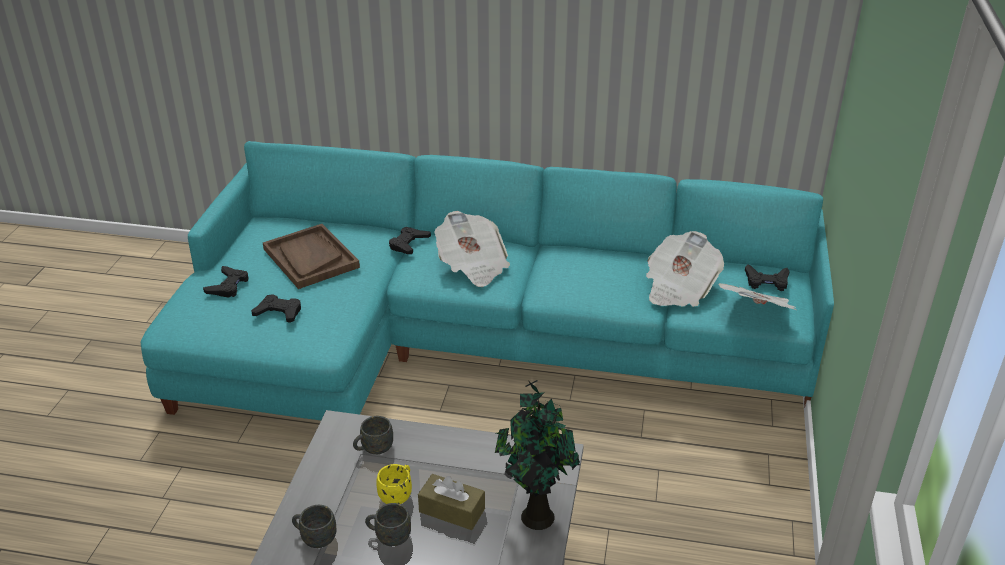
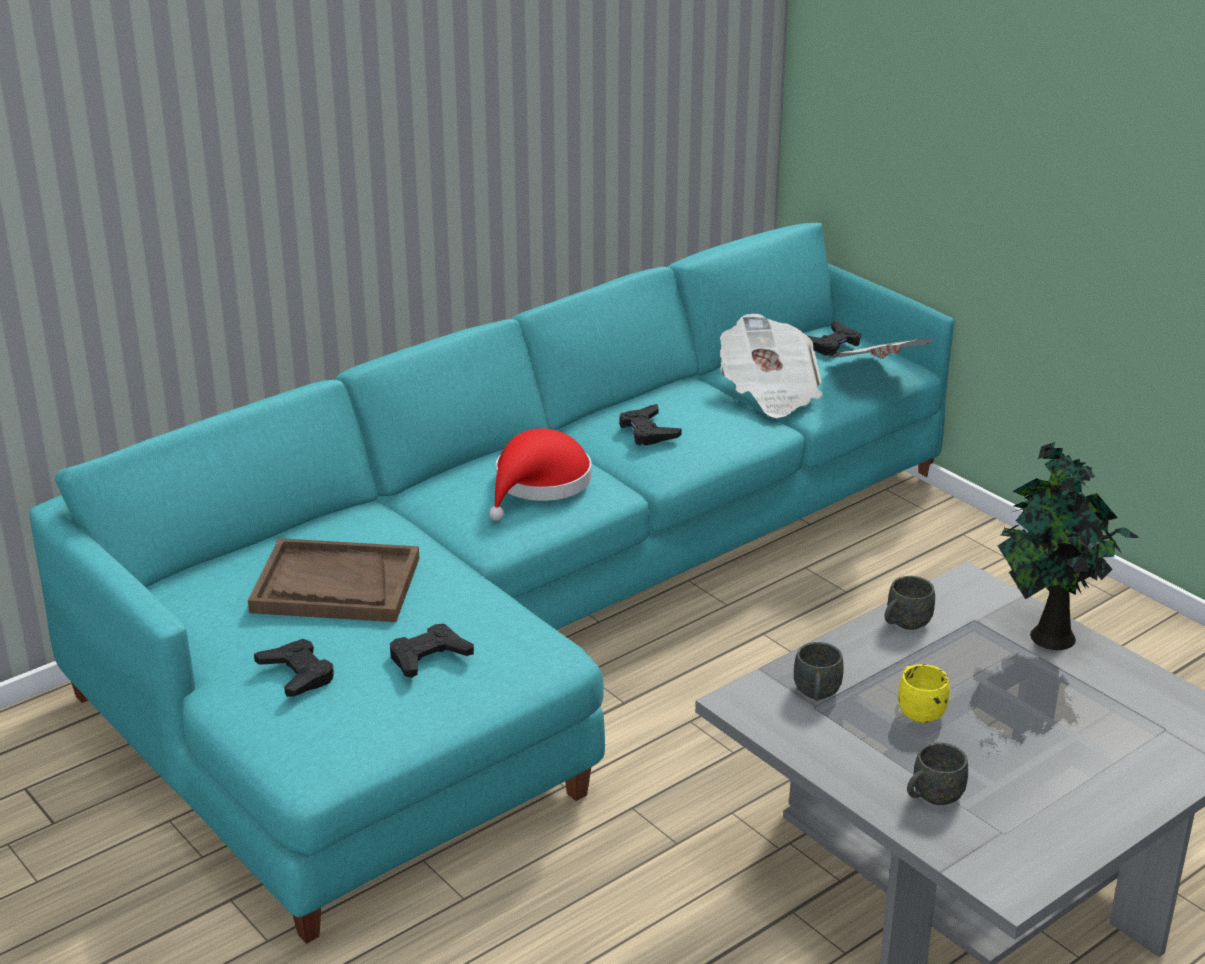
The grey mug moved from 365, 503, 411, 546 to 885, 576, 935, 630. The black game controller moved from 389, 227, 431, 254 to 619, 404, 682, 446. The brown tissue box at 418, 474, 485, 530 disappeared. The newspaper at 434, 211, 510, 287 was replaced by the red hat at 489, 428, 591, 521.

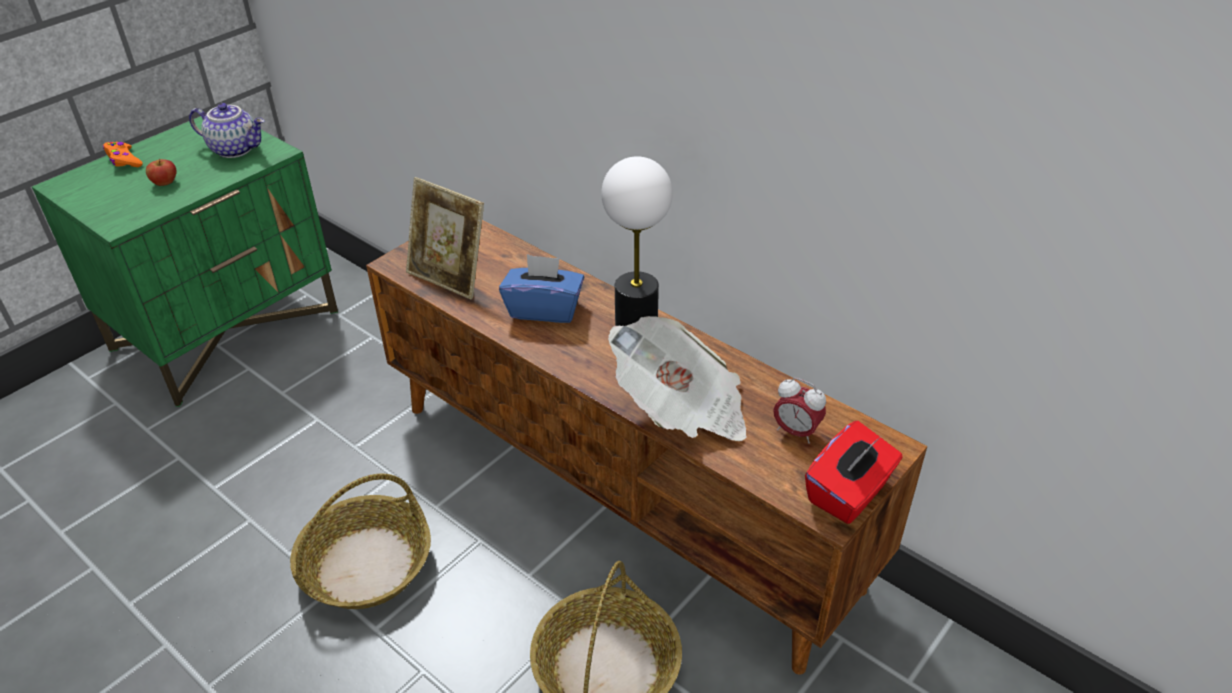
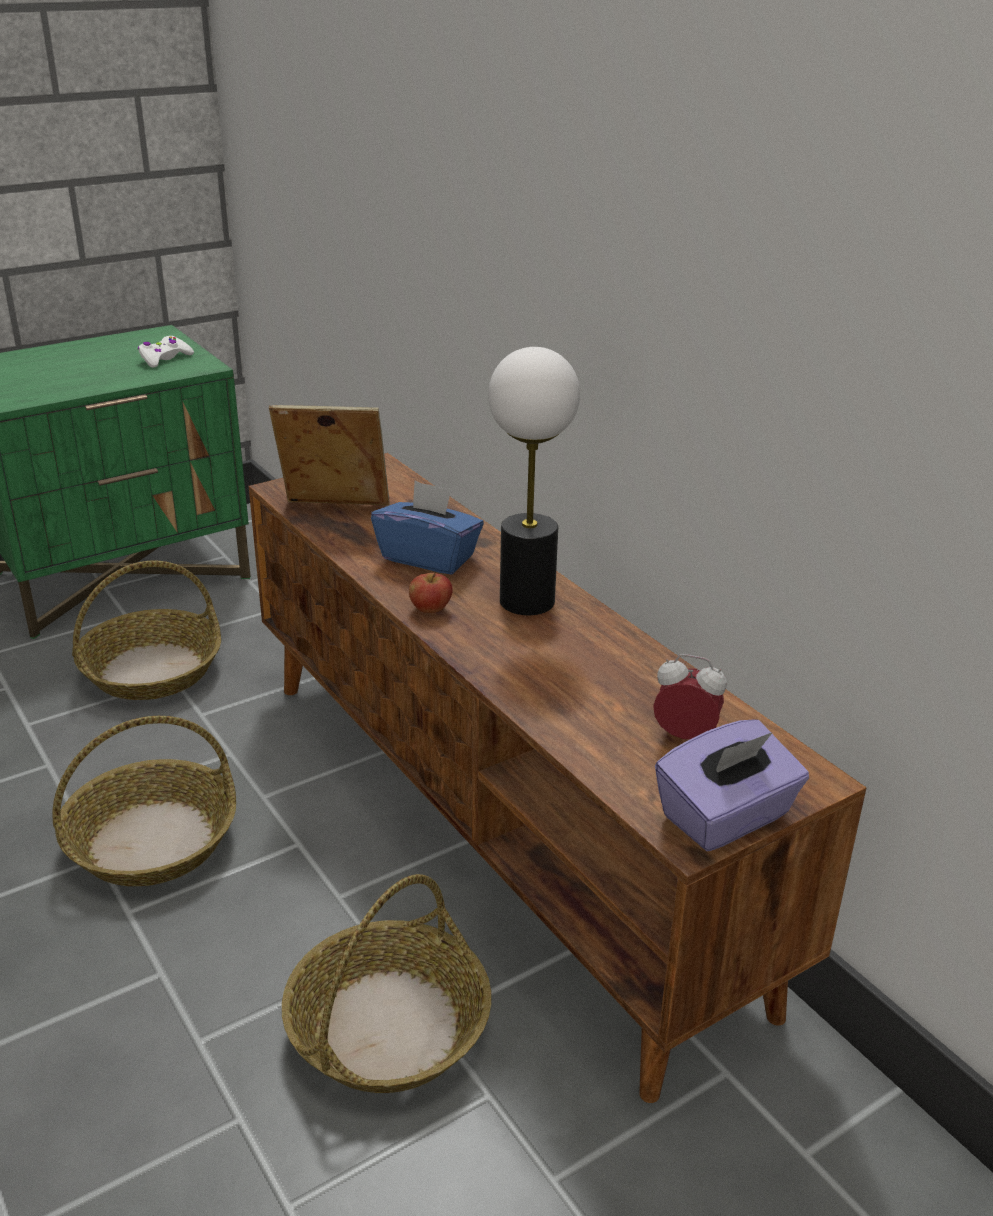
The orange game controller at 103, 142, 143, 167 disappeared. The apple moved from 146, 159, 177, 186 to 409, 572, 453, 613. The teapot at 189, 103, 265, 158 was replaced by the white game controller at 138, 336, 194, 368. The picture frame at 406, 177, 484, 300 turned 135 degrees clockwise. The newspaper at 608, 316, 747, 441 disappeared. The alarm clock at 773, 378, 826, 444 turned 150 degrees clockwise. The red tissue box at 805, 421, 903, 524 became the purple tissue box at 655, 719, 809, 851. The basket at 72, 561, 221, 700 appeared.

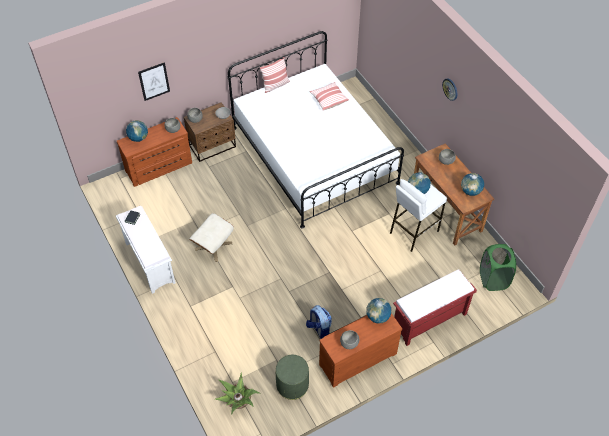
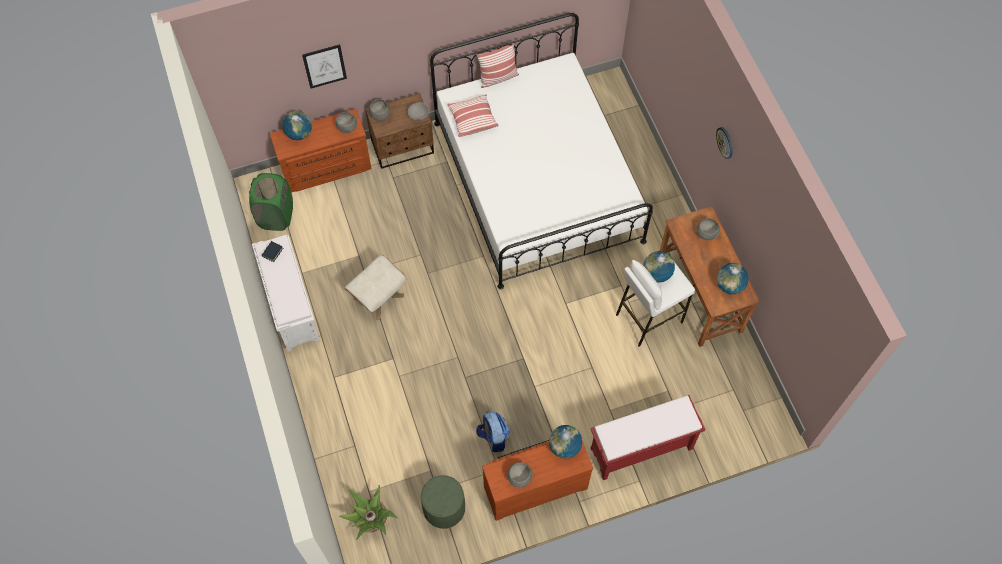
The pillow moved from 310, 82, 349, 111 to 447, 94, 499, 137. The green laundry basket moved from 480, 244, 516, 291 to 249, 173, 293, 231.

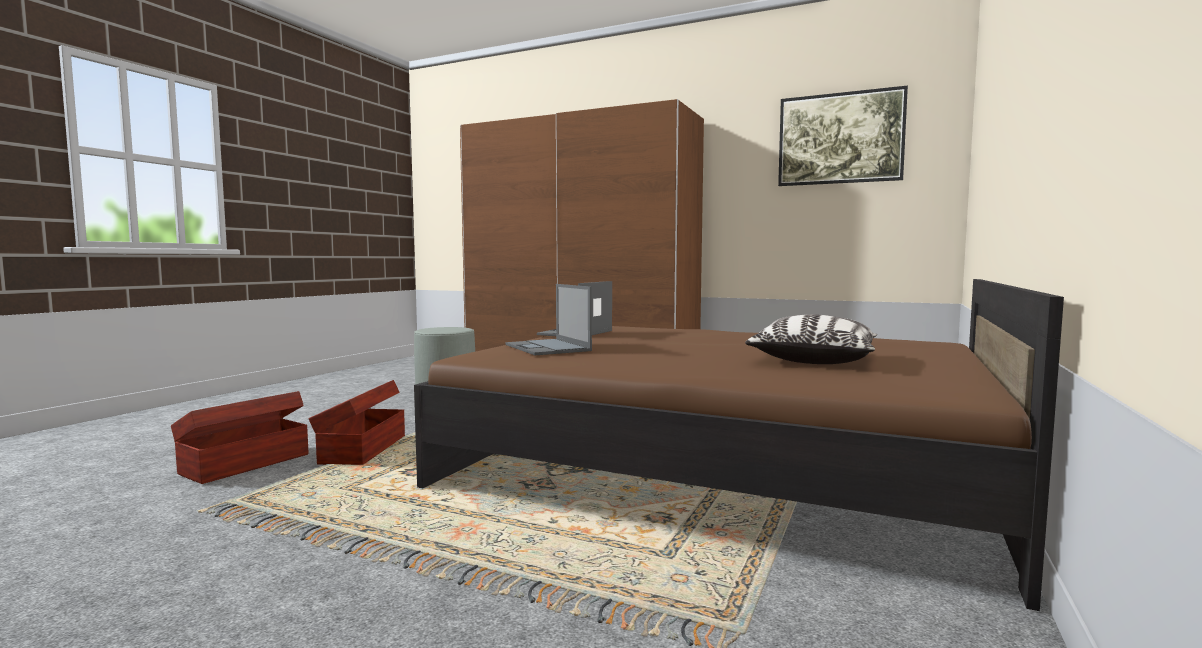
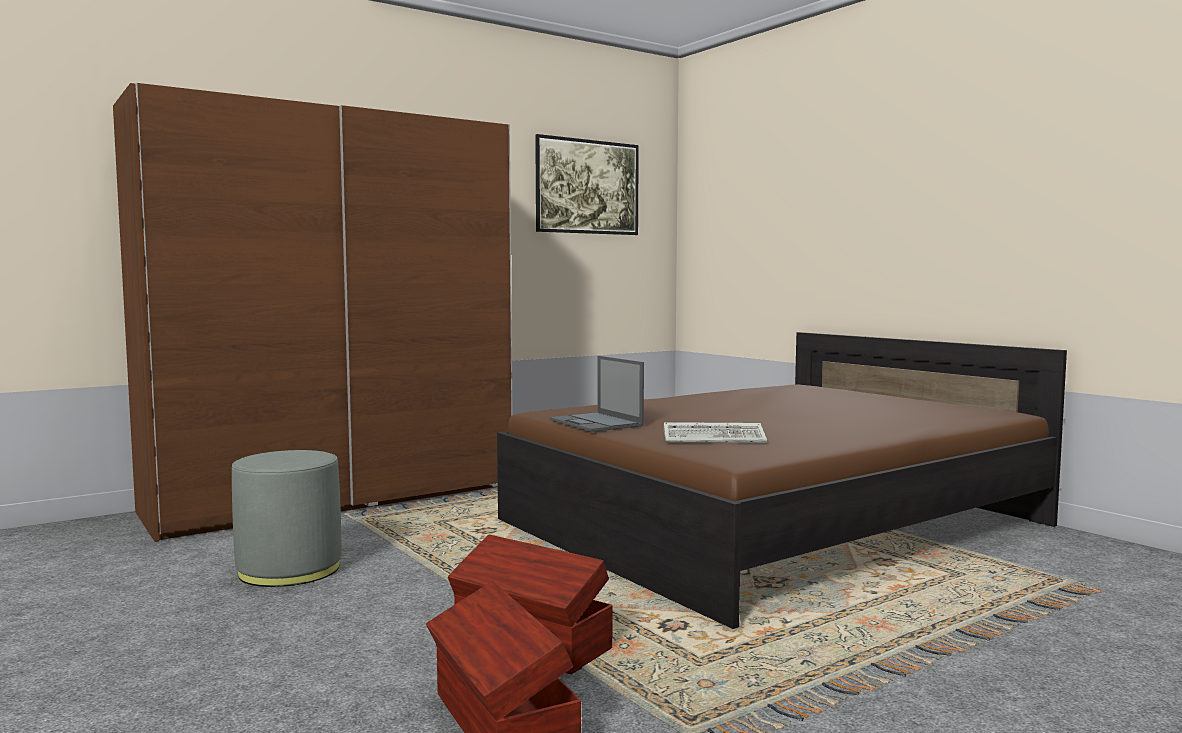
The laptop at 506, 284, 592, 355 was replaced by the keyboard at 664, 422, 767, 443. The pillow at 745, 314, 877, 364 disappeared.

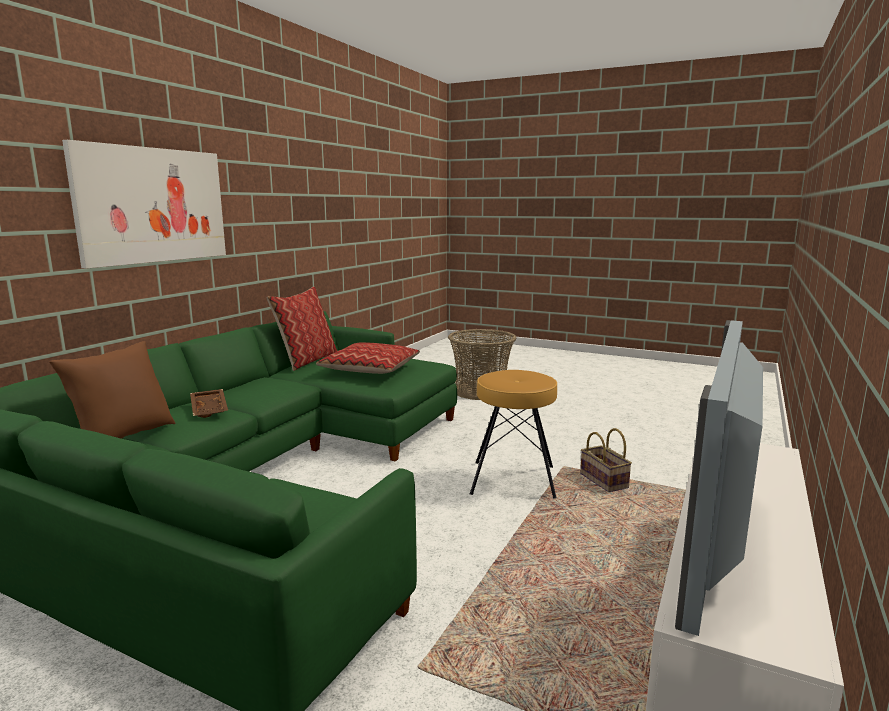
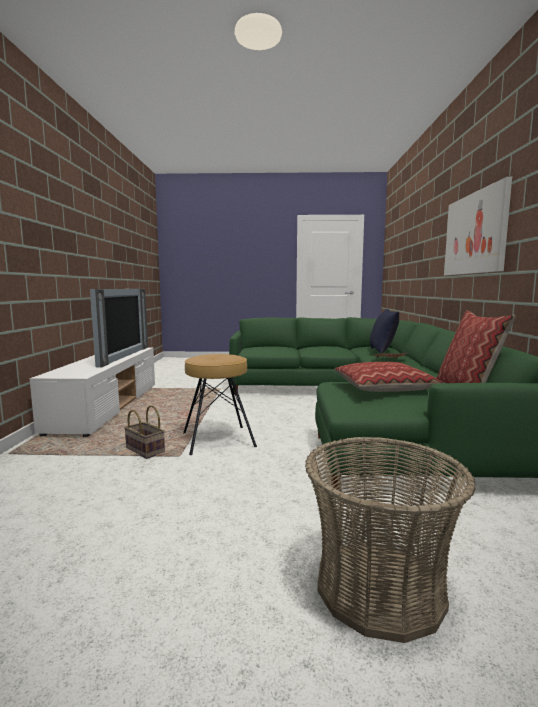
The brown pillow at 49, 341, 176, 439 became the blue pillow at 370, 309, 399, 354.

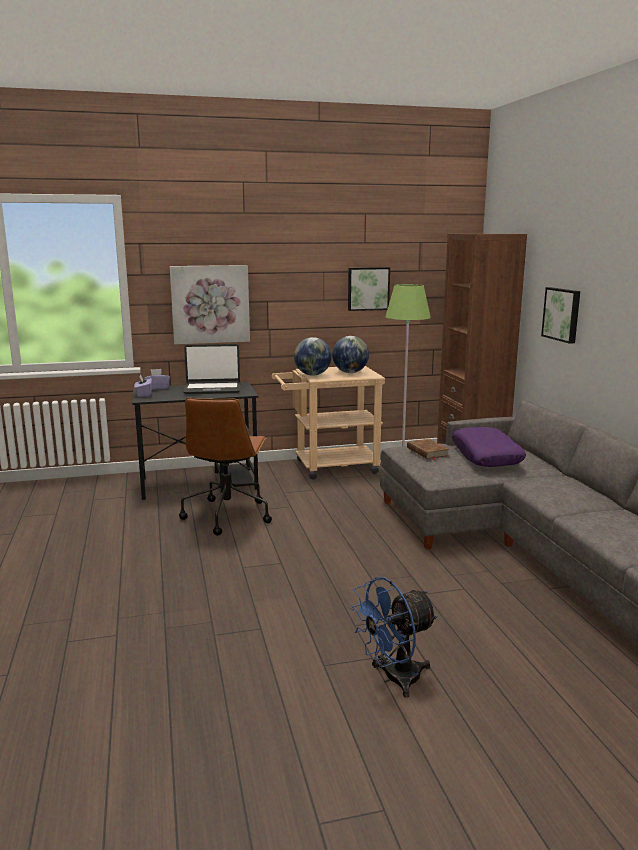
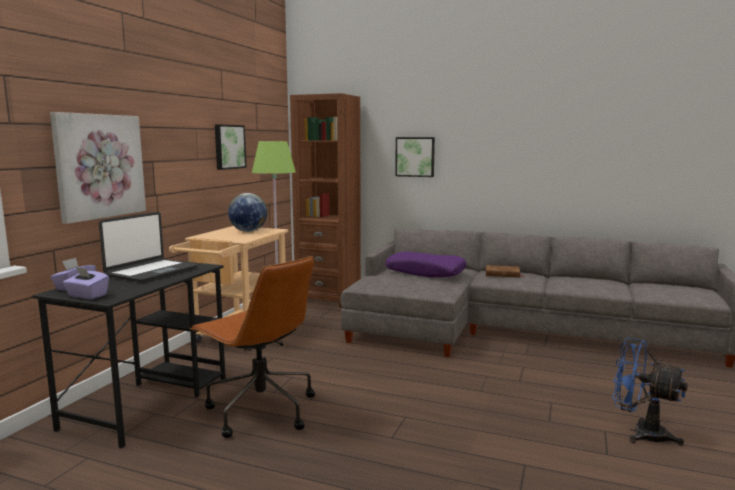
The globe at 294, 337, 331, 376 disappeared. The blue fan at 350, 577, 438, 698 turned 120 degrees clockwise. The brown book moved from 407, 439, 449, 461 to 486, 265, 525, 278.

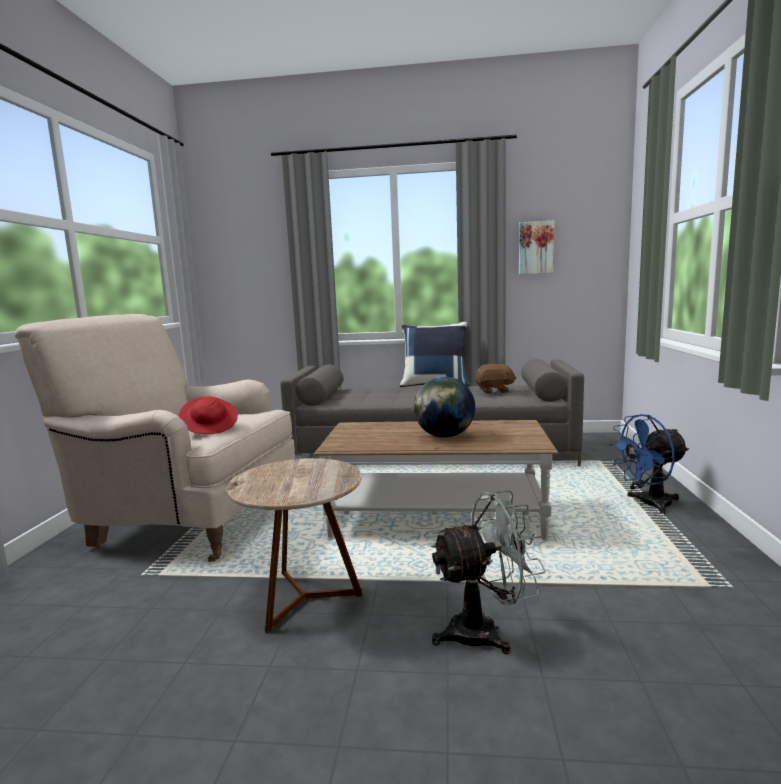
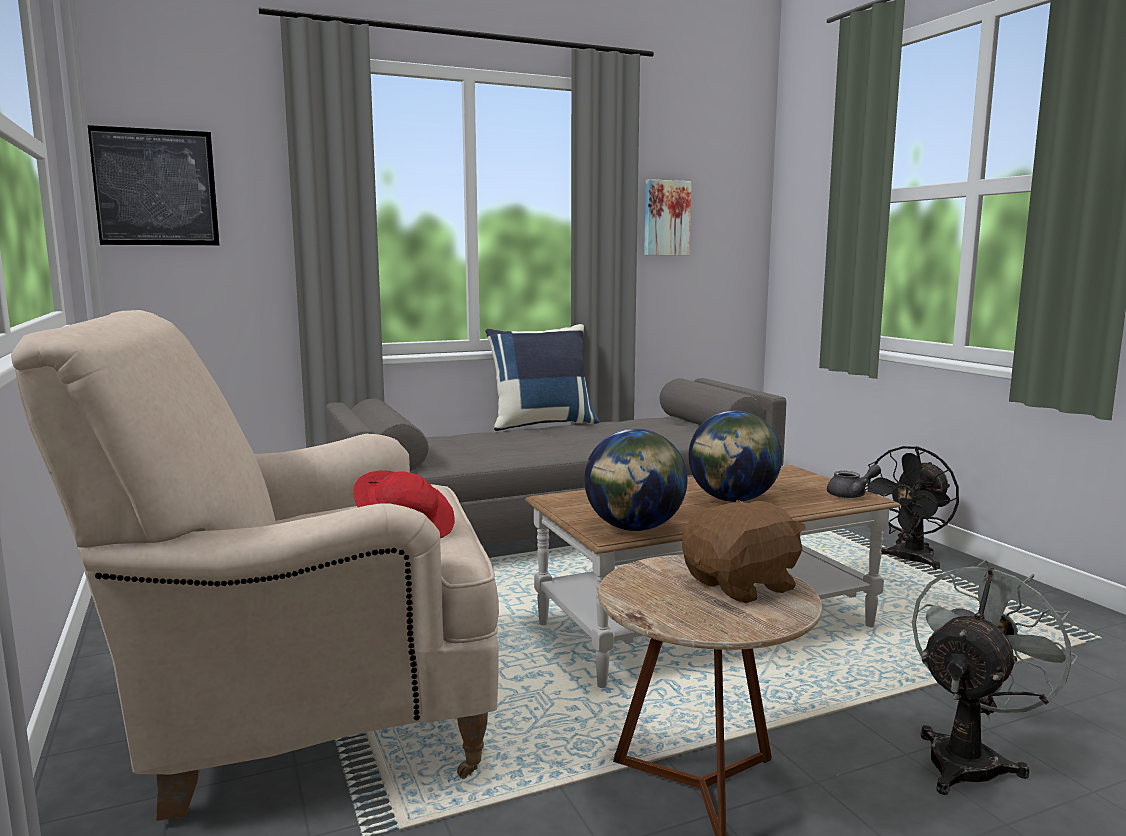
The brown plush toy moved from 475, 364, 516, 394 to 682, 500, 806, 603. The blue fan at 609, 414, 689, 514 became the black fan at 865, 446, 959, 570. The picture at 88, 125, 219, 245 appeared. The globe at 584, 429, 687, 531 appeared. The grey teapot at 827, 464, 881, 498 appeared.

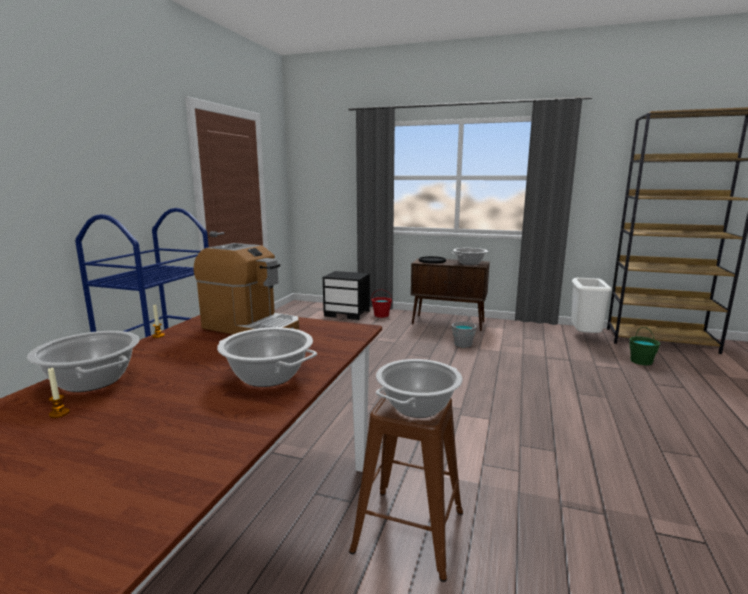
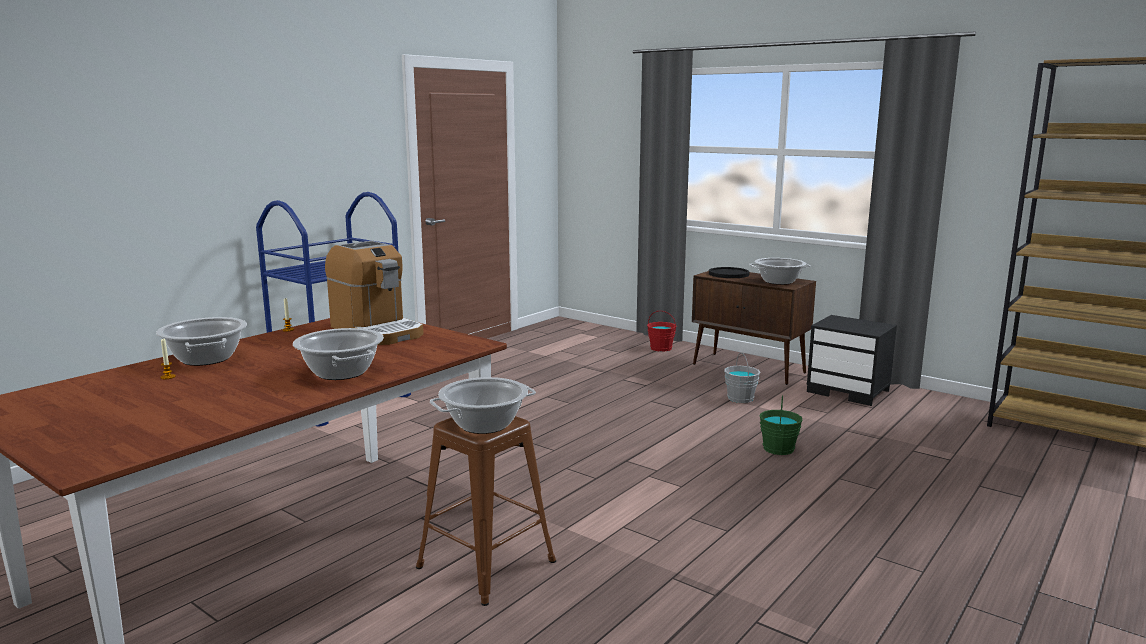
The black nightstand moved from 322, 271, 370, 320 to 807, 315, 897, 406. The white trash can at 571, 278, 612, 333 disappeared. The green bucket moved from 629, 327, 660, 365 to 759, 395, 803, 455.

